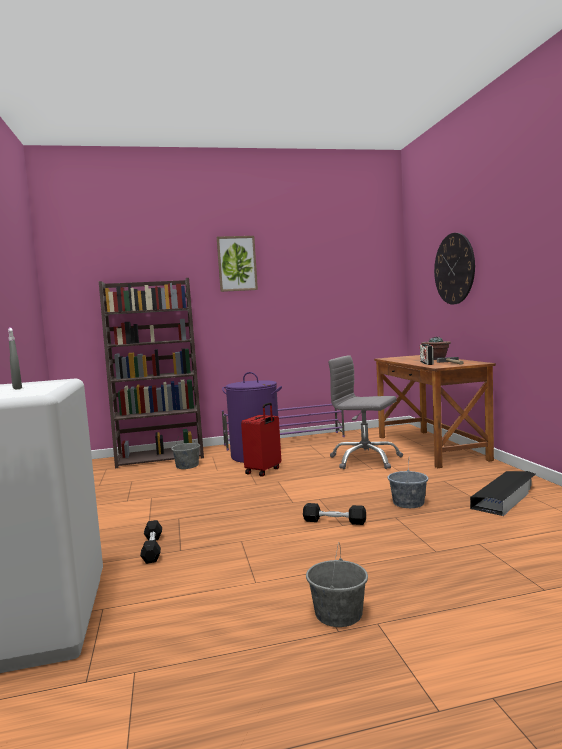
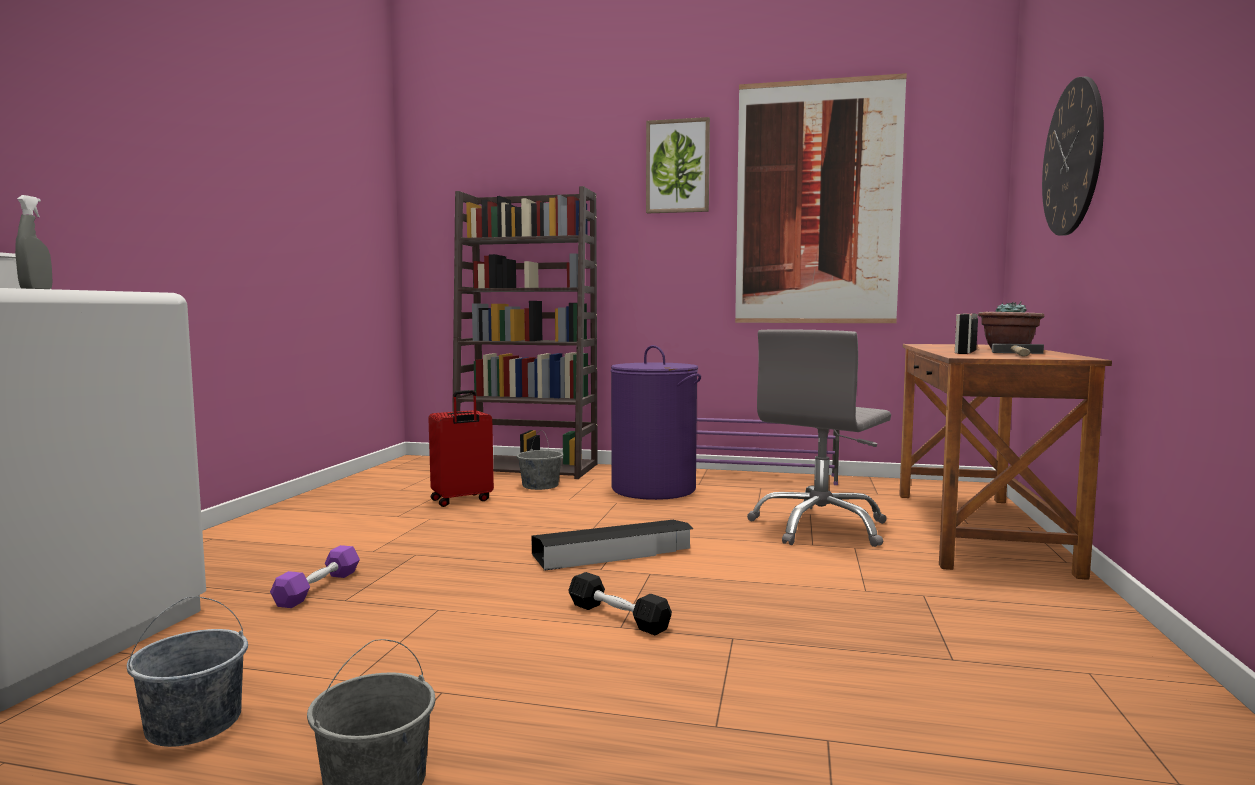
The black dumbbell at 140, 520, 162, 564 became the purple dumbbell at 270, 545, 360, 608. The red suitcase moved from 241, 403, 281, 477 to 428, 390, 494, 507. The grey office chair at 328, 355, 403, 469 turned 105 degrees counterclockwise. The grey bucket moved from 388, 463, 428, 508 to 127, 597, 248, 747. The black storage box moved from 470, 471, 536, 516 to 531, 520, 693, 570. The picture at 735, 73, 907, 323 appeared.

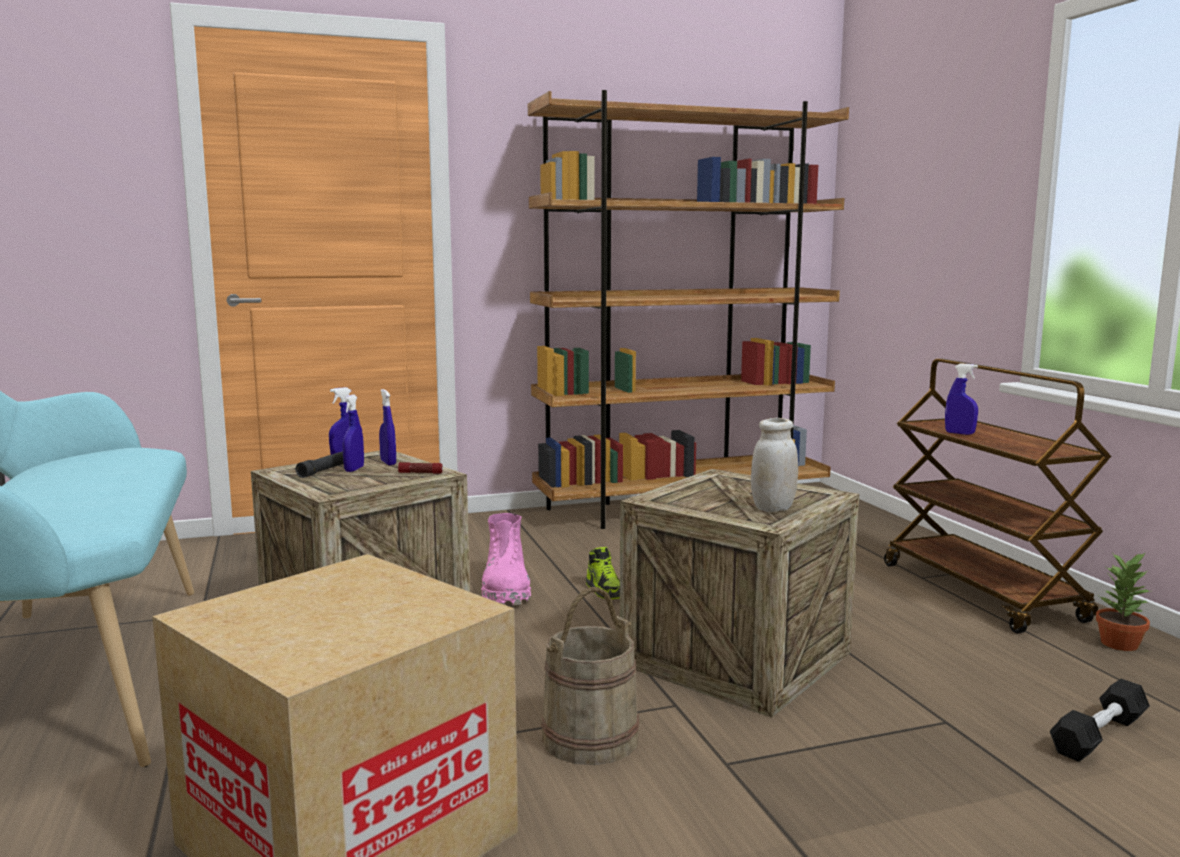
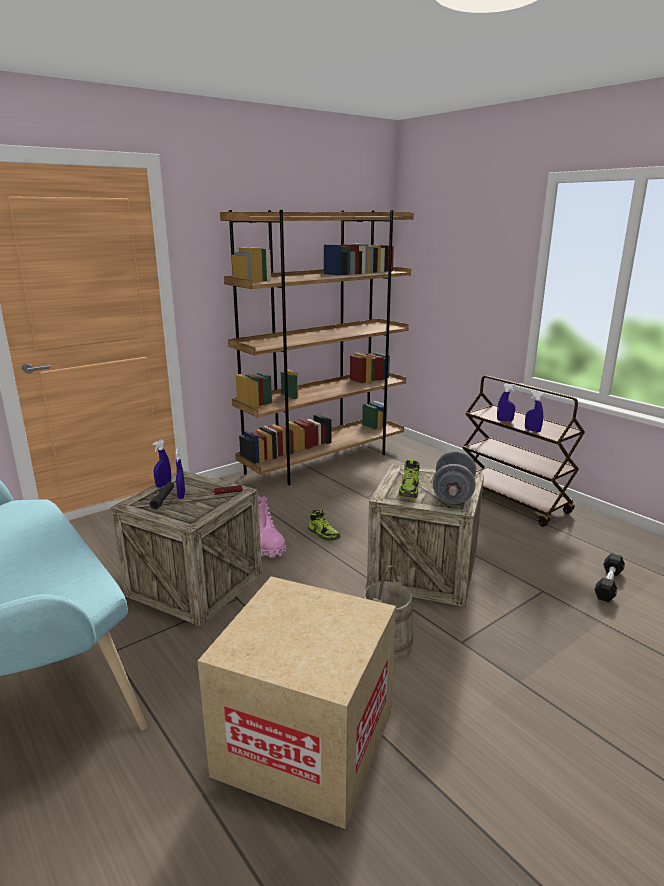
The blue spray bottle moved from 379, 389, 396, 465 to 525, 391, 543, 432. The white jar at 751, 418, 798, 512 was replaced by the grey dumbbell at 433, 451, 476, 504. The potted plant at 1096, 552, 1150, 651 disappeared. The shoe at 399, 459, 420, 499 appeared.

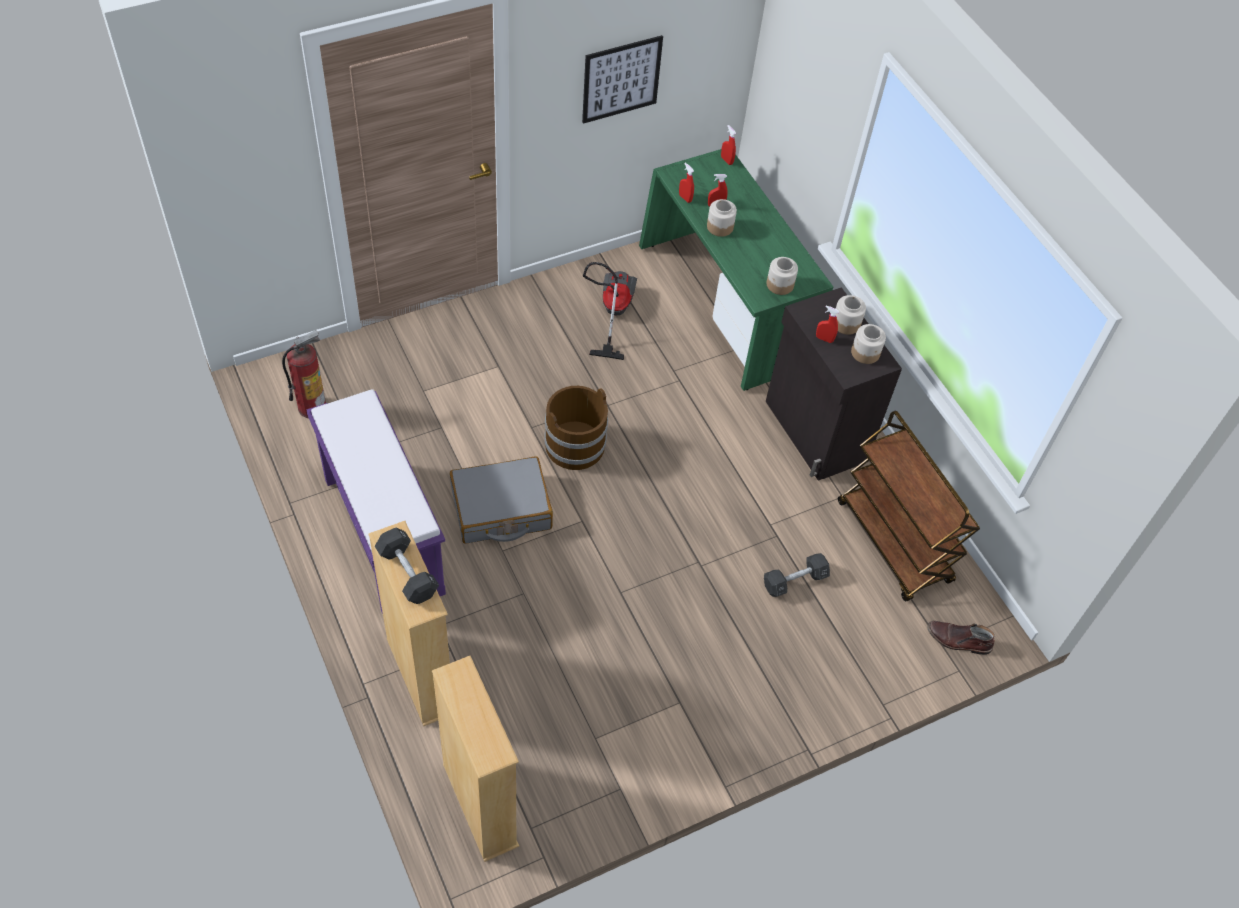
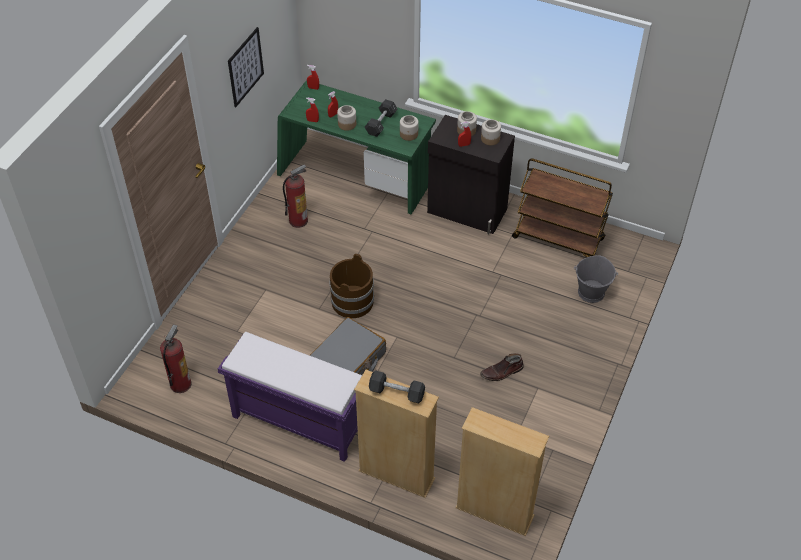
The vacuum cleaner at 583, 262, 637, 360 was replaced by the fire extinguisher at 283, 164, 308, 228. The black dumbbell moved from 764, 553, 830, 597 to 365, 99, 397, 137. The brown boot moved from 927, 621, 995, 655 to 480, 354, 524, 381. The grey bucket at 574, 255, 618, 303 appeared.

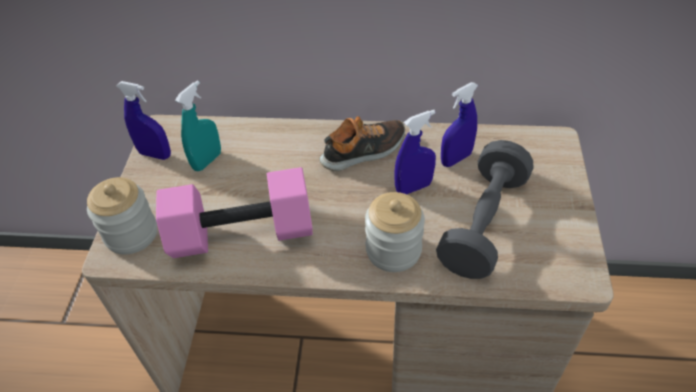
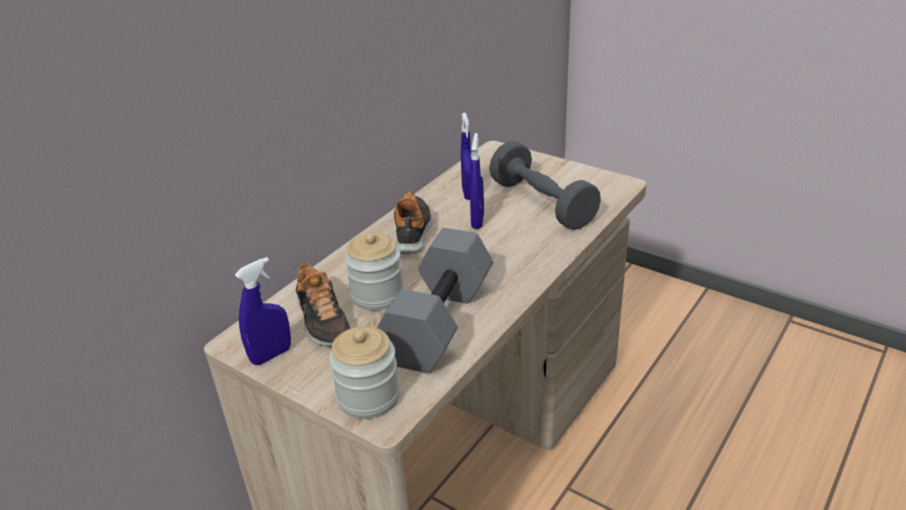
The pink dumbbell at 156, 167, 313, 258 became the grey dumbbell at 377, 228, 493, 373. The turquoise spray bottle at 175, 80, 221, 171 was replaced by the shoe at 296, 262, 351, 346. The jar moved from 365, 192, 425, 272 to 345, 232, 404, 311.

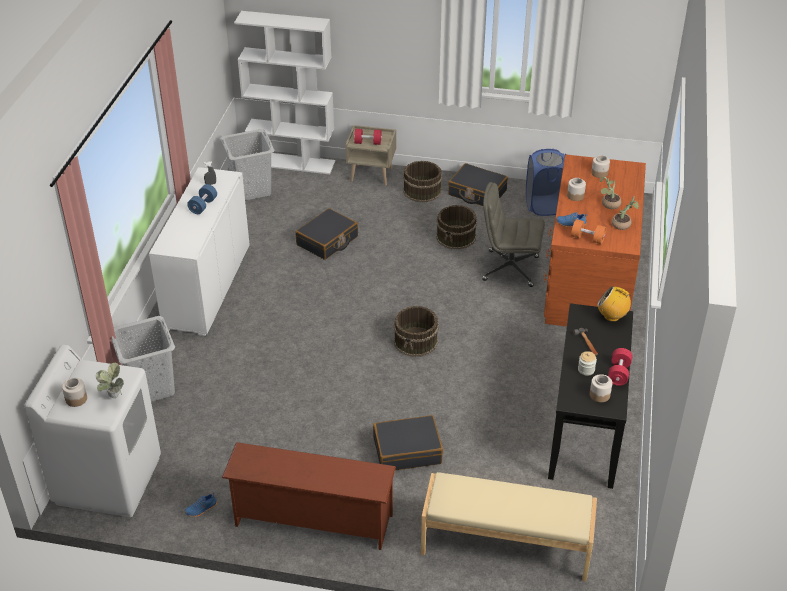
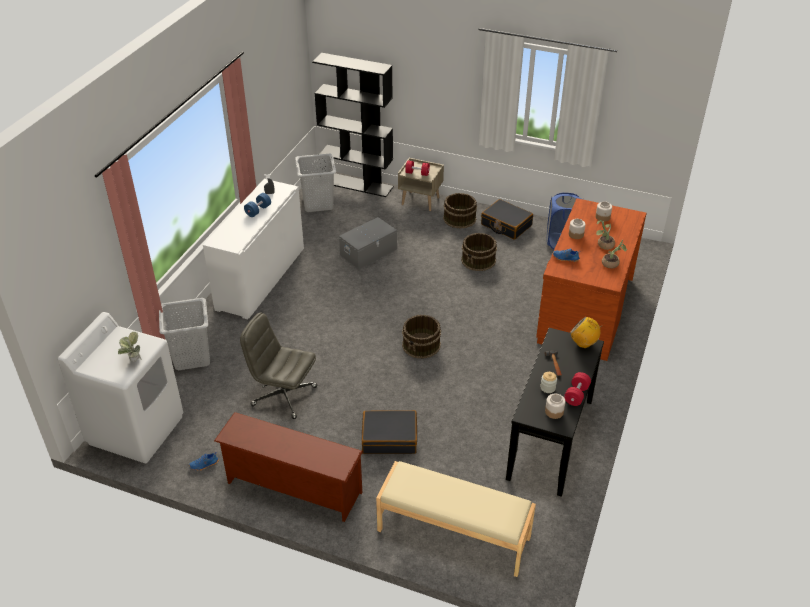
The jar at 62, 378, 87, 407 disappeared. The white bookcase at 234, 11, 335, 174 became the black bookcase at 312, 53, 393, 197. The black suitcase at 295, 208, 358, 260 was replaced by the grey storage box at 339, 217, 397, 269. The grey office chair moved from 482, 182, 545, 287 to 240, 313, 317, 419. The orange dumbbell at 571, 219, 606, 244 disappeared.

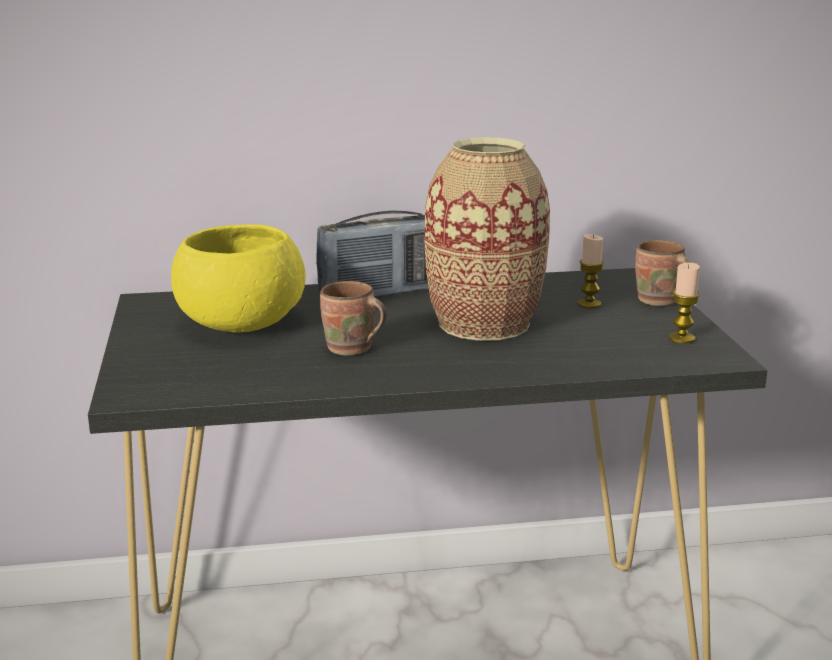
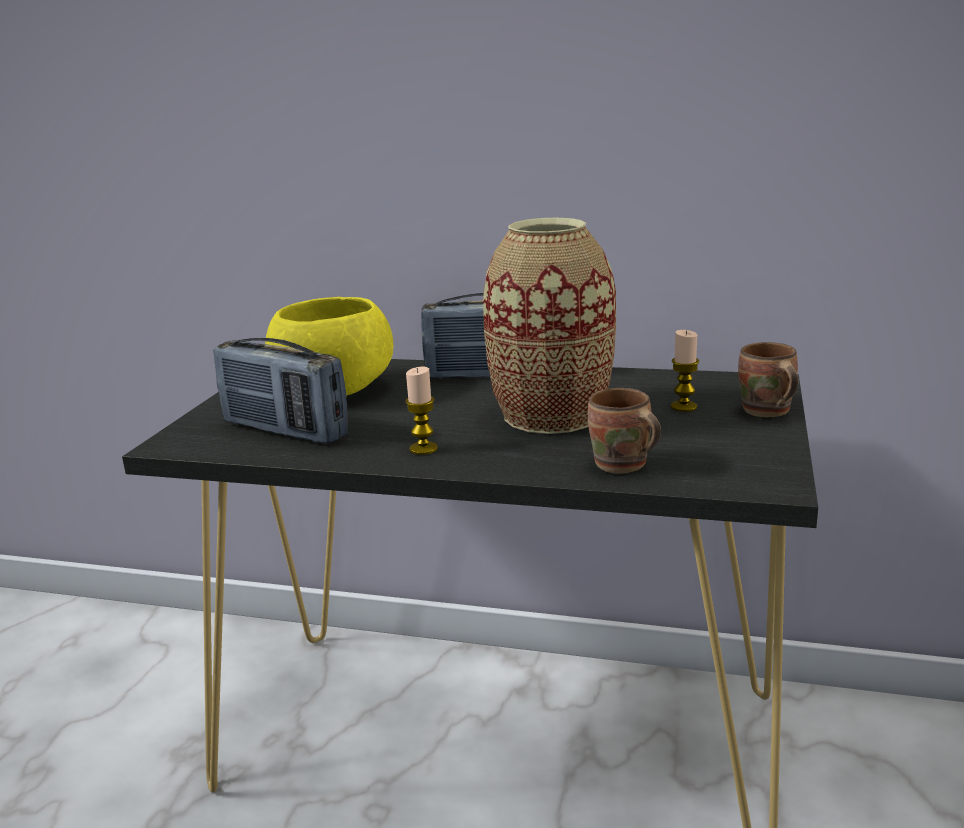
The brown mug moved from 320, 281, 387, 356 to 588, 388, 661, 474. The candle moved from 669, 263, 700, 344 to 405, 367, 438, 455. The radio at 213, 338, 348, 444 appeared.

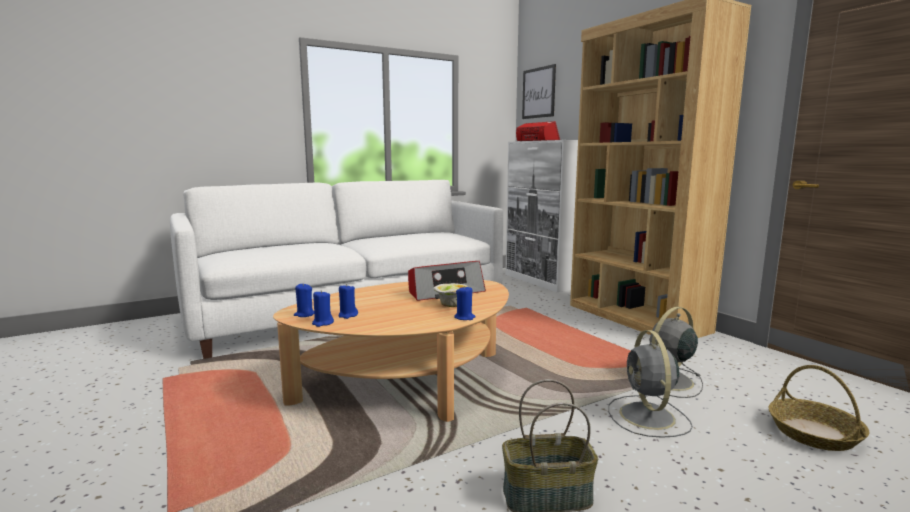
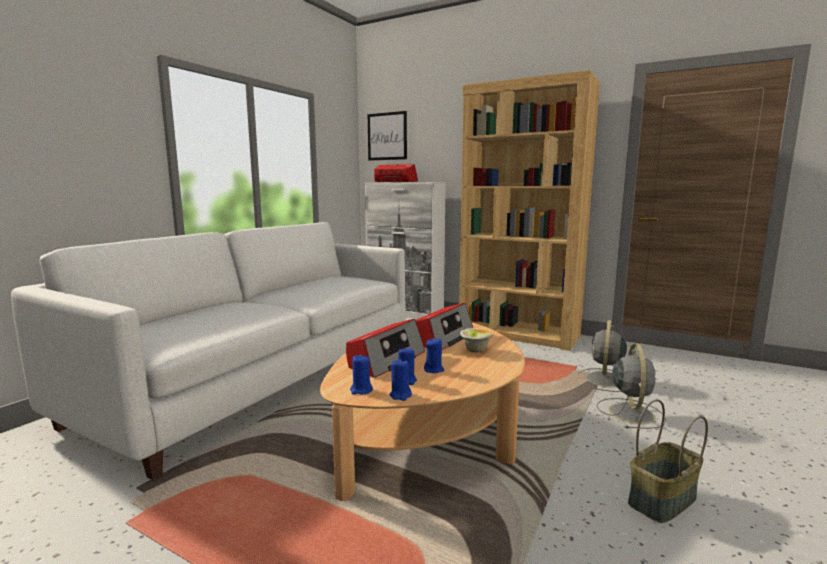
The blue candle moved from 454, 286, 475, 320 to 424, 338, 444, 373. The grey fan at 608, 330, 693, 438 turned 135 degrees counterclockwise. The basket at 768, 365, 869, 451 disappeared. The radio at 346, 319, 425, 378 appeared.

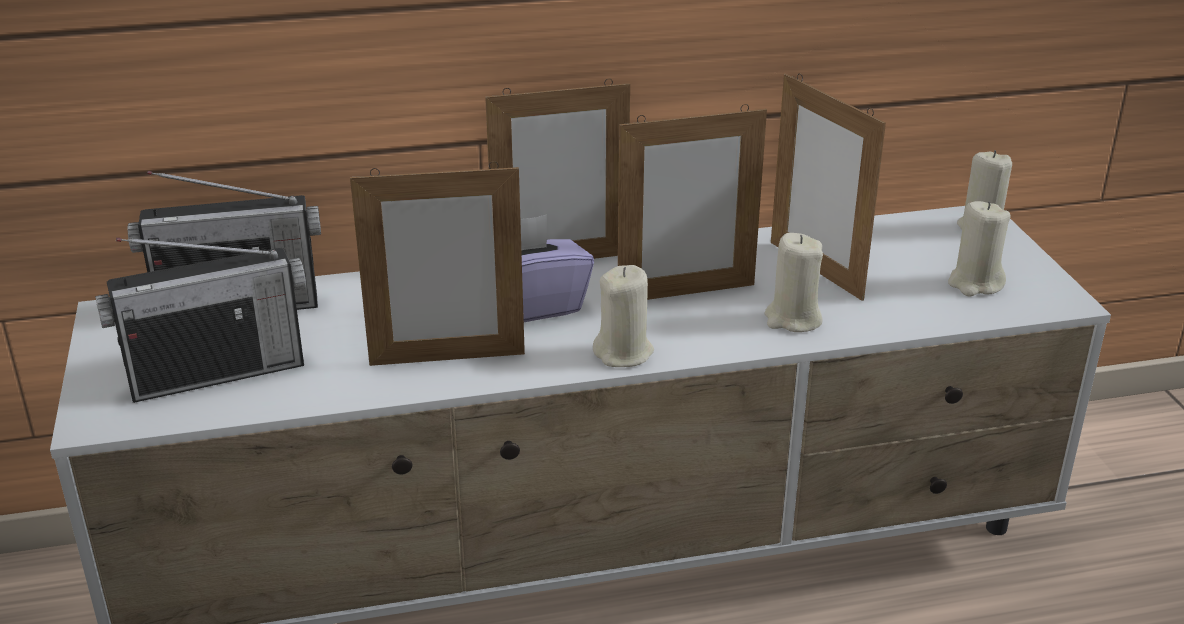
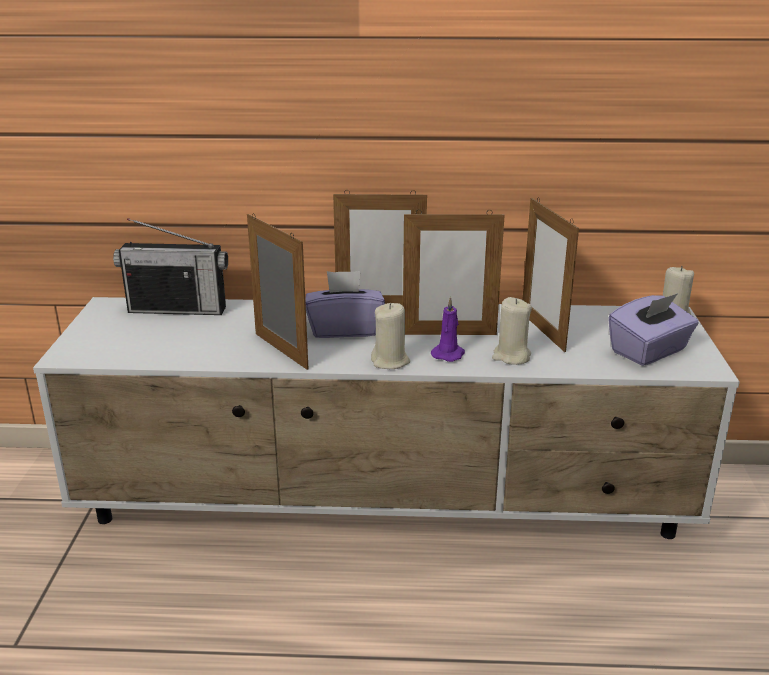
The radio at 95, 238, 306, 403 disappeared. The picture frame at 350, 161, 525, 366 turned 135 degrees counterclockwise. The beige candle at 948, 201, 1011, 296 was replaced by the purple tissue box at 608, 293, 699, 366. The purple candle at 431, 297, 465, 362 appeared.

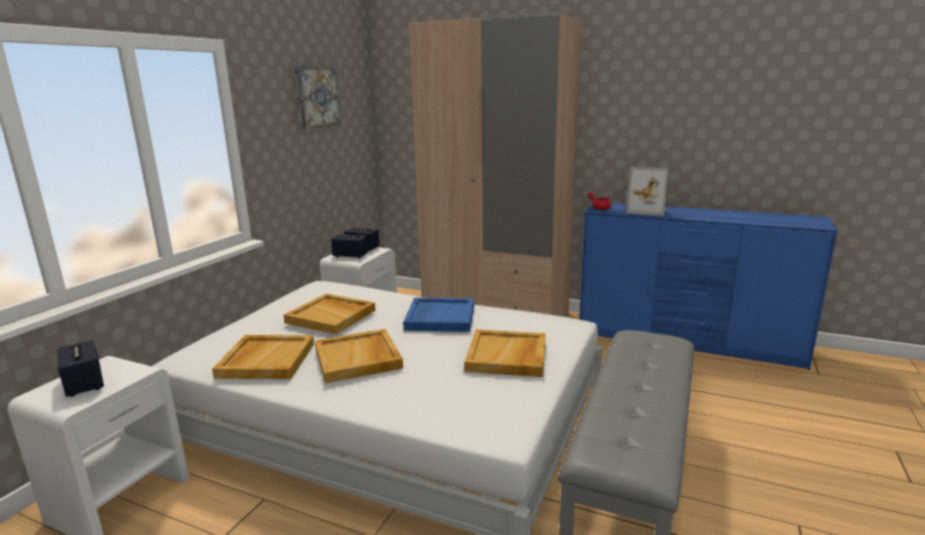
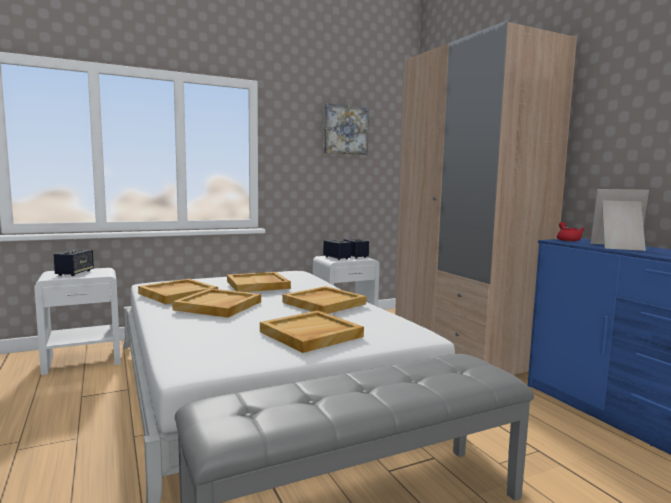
The blue tray at 403, 298, 474, 332 became the beige tray at 282, 286, 367, 314. The picture frame at 626, 167, 669, 216 turned 135 degrees clockwise.

